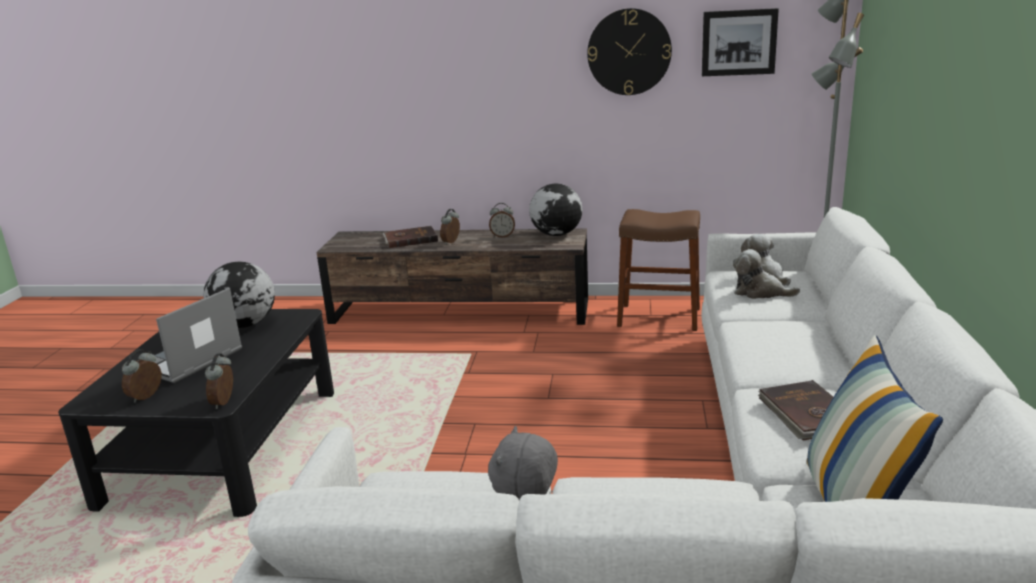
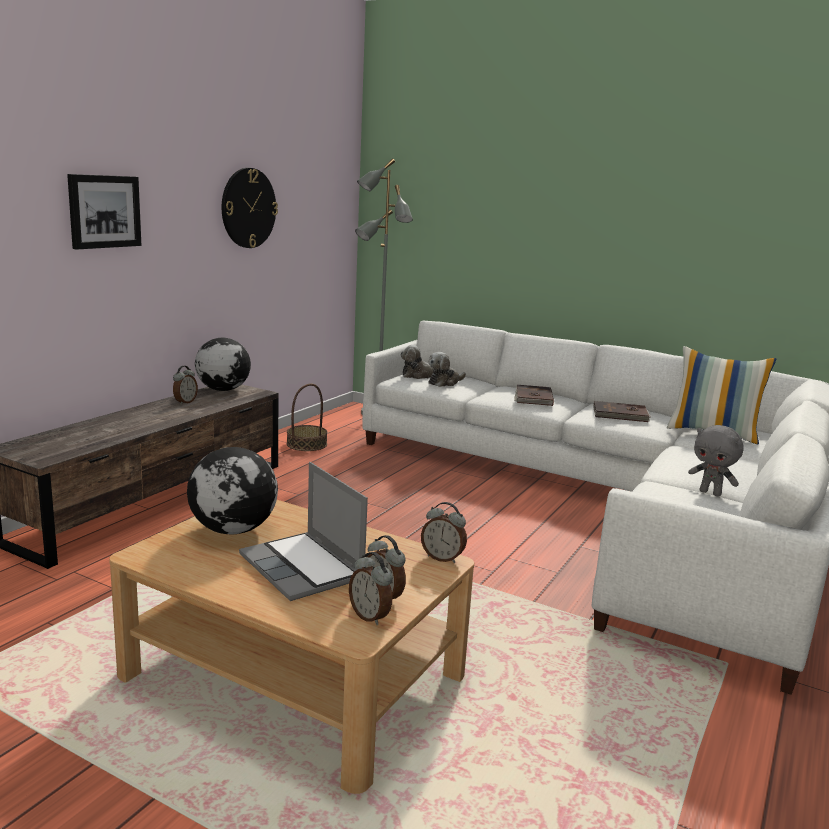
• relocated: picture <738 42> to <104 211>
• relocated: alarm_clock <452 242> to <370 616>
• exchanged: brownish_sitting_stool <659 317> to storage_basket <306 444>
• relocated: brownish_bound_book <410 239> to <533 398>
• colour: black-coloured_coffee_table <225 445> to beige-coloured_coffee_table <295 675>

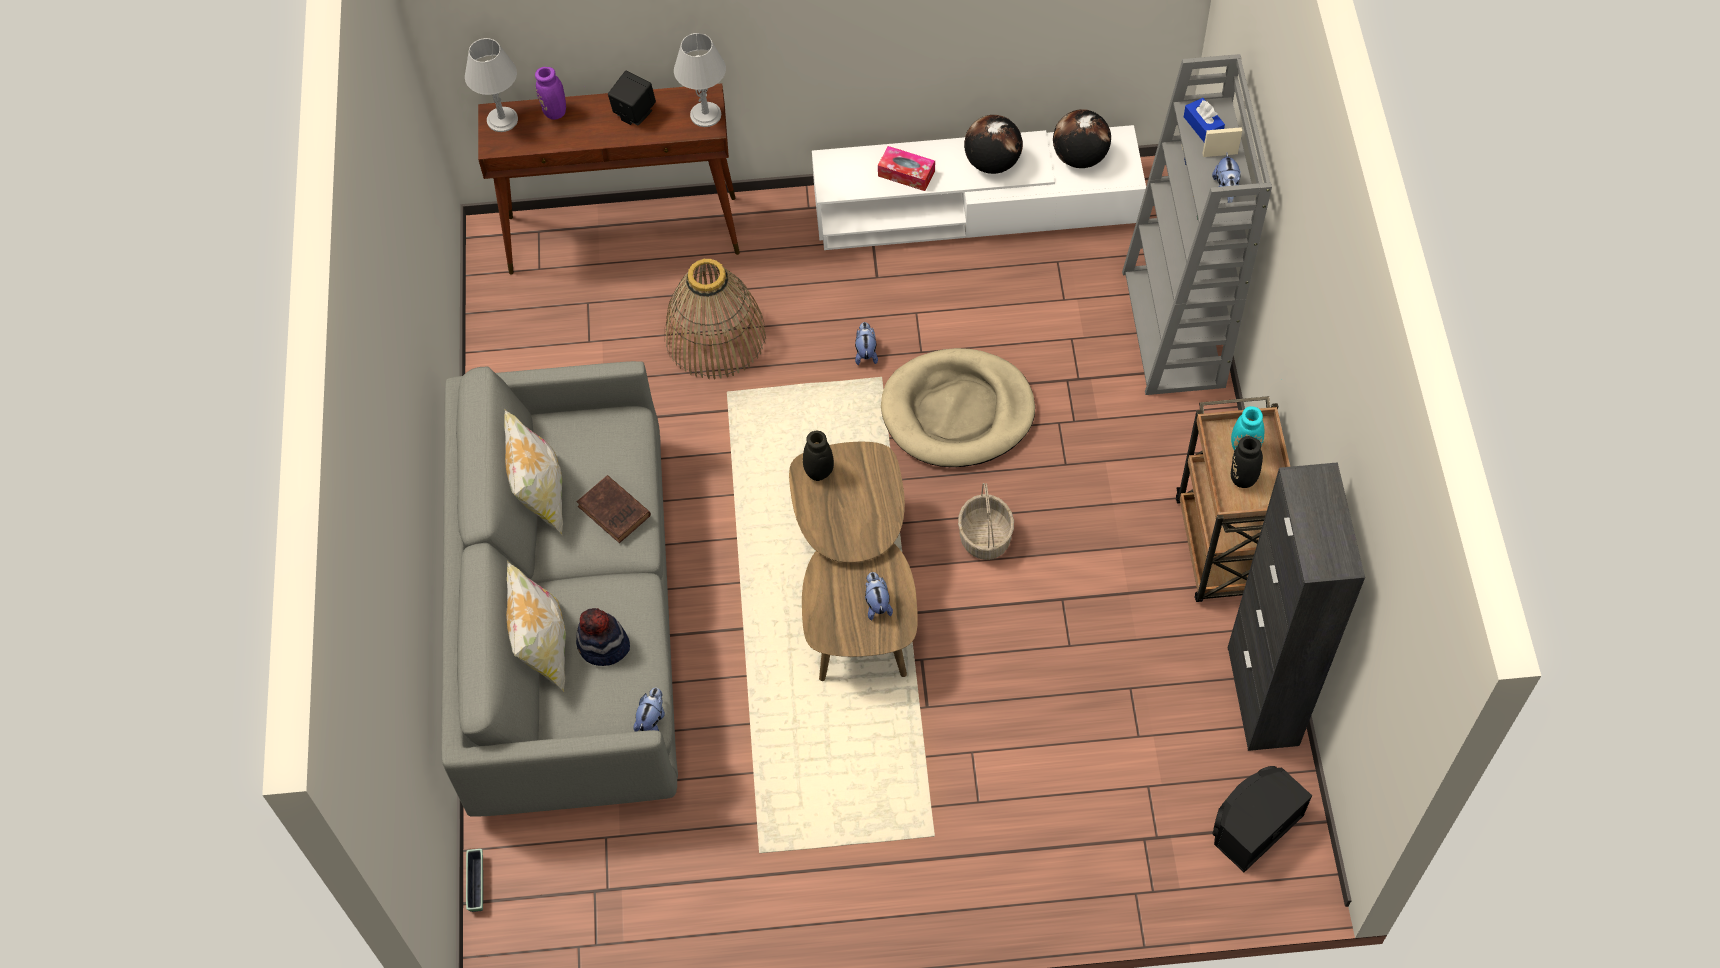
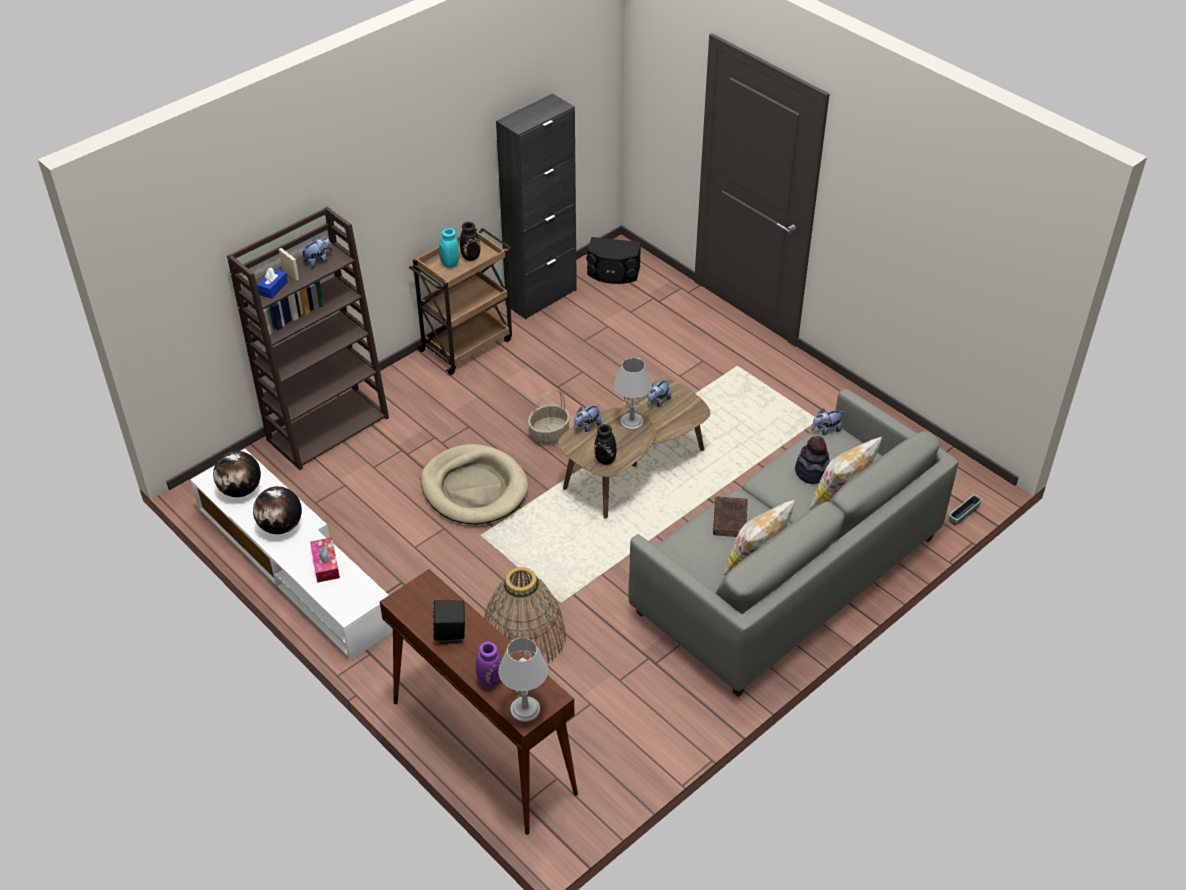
• relocated: gray_lamp_for_a_table <706 115> to <632 421>
• colour: gray_bookshelf <1175 330> to brownish_bookshelf <328 427>
• relocated: soft_toy <866 352> to <587 426>

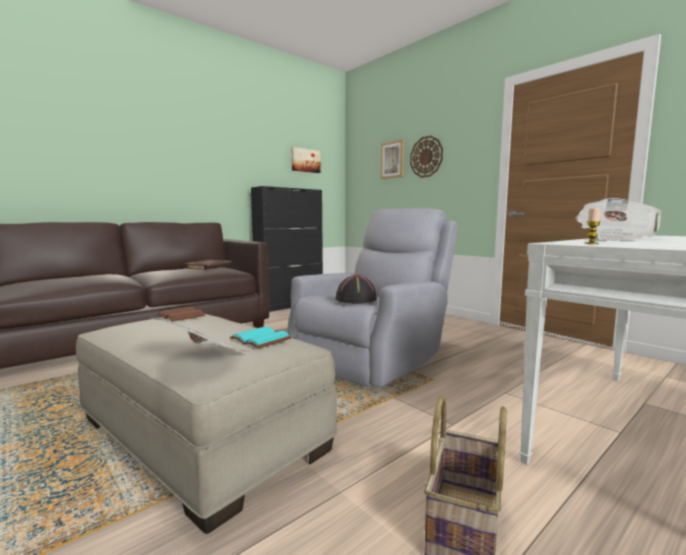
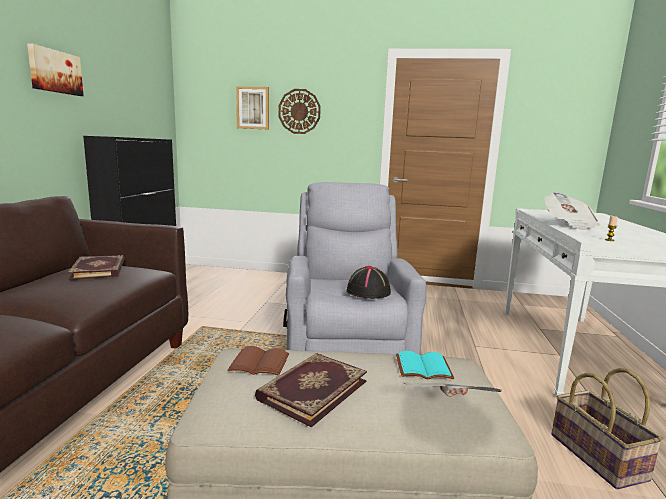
• relocated: picture <305 160> to <55 71>
• appeared: bound_book <312 389>

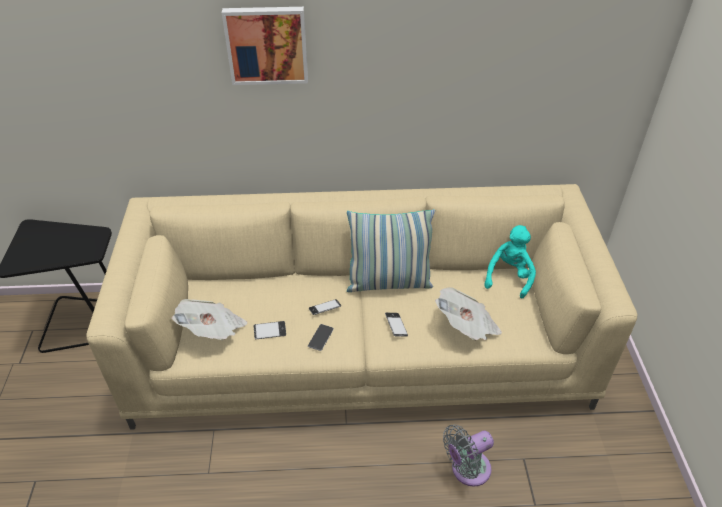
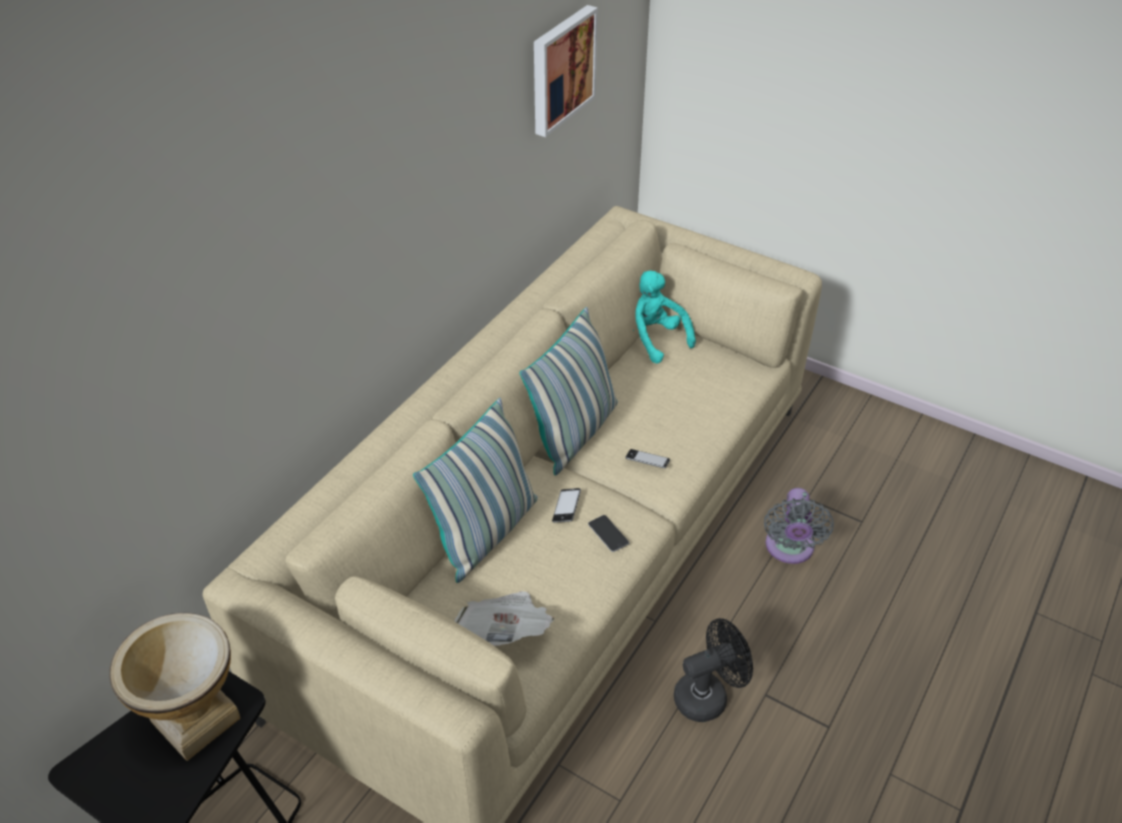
• relocated: picture <267 44> to <561 69>
• missing: printed_paper <467 326>
• missing: telephone <270 332>
• appeared: pillow <485 533>
• appeared: flower_vase <196 719>
• appeared: black-coloured_fan <708 695>

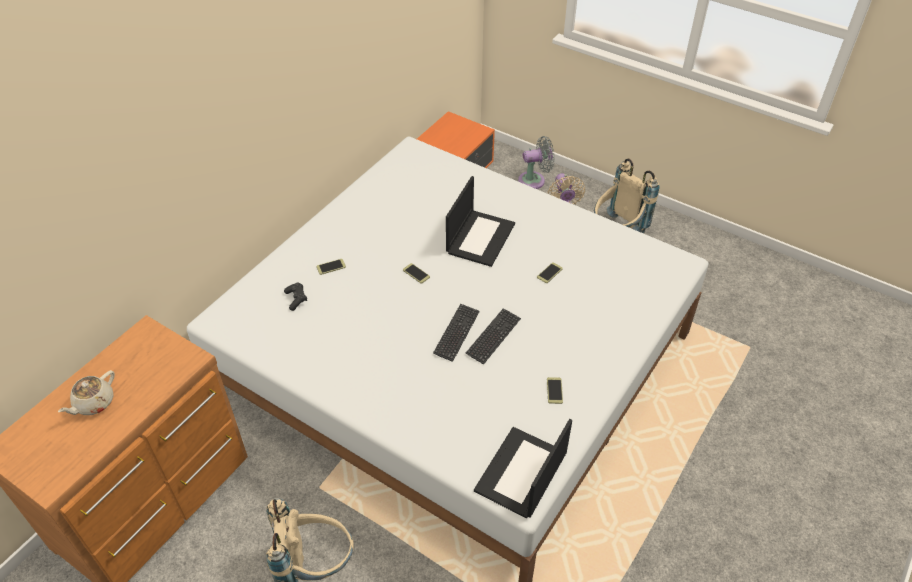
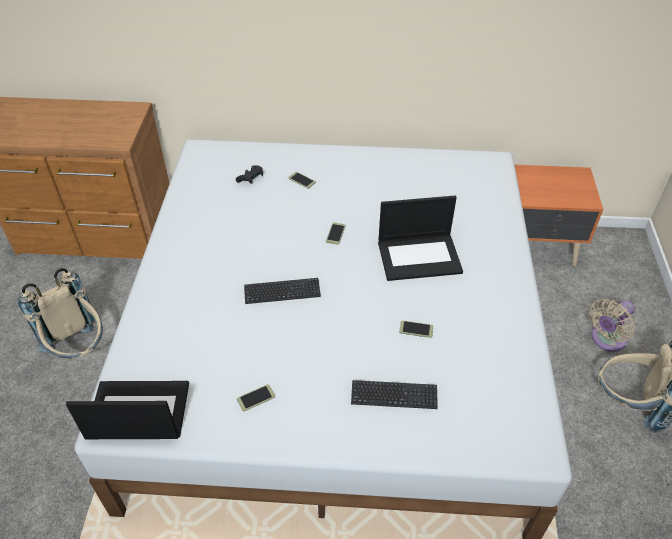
• missing: gray_fan <534 180>
• relocated: PC_keyboard <493 337> to <394 396>
• missing: beige-coloured_teapot <94 403>

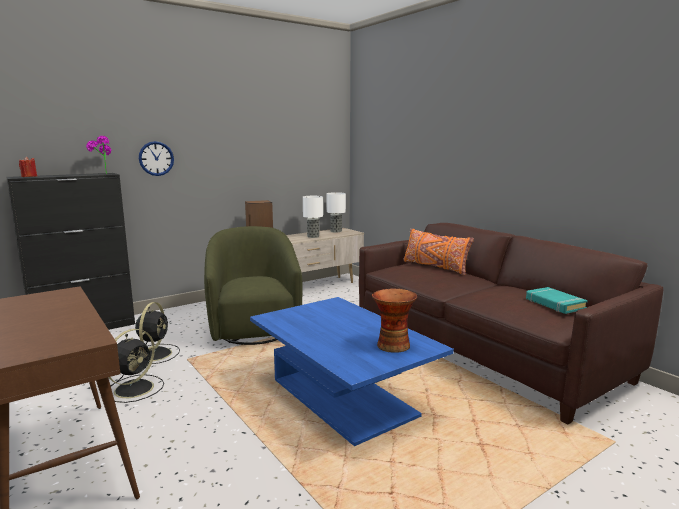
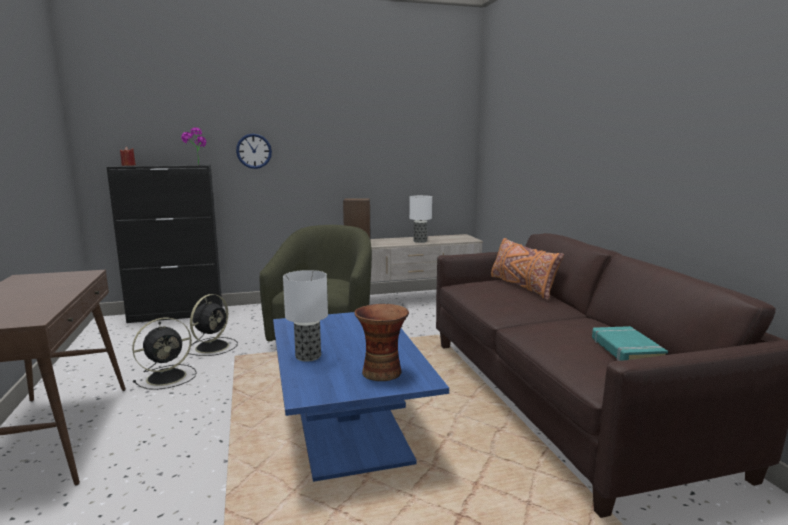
• relocated: lamp_for_a_table <335 231> to <307 356>

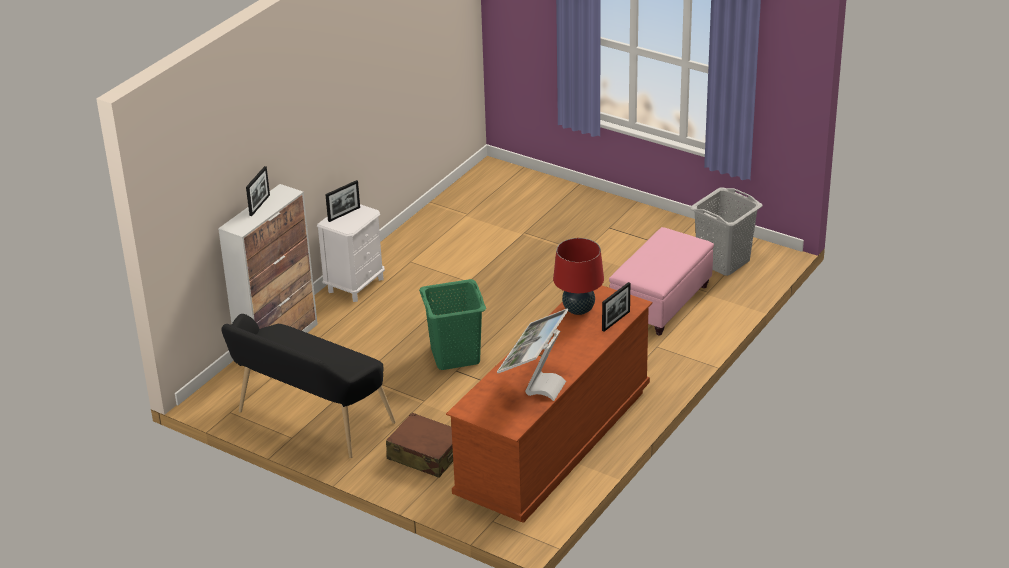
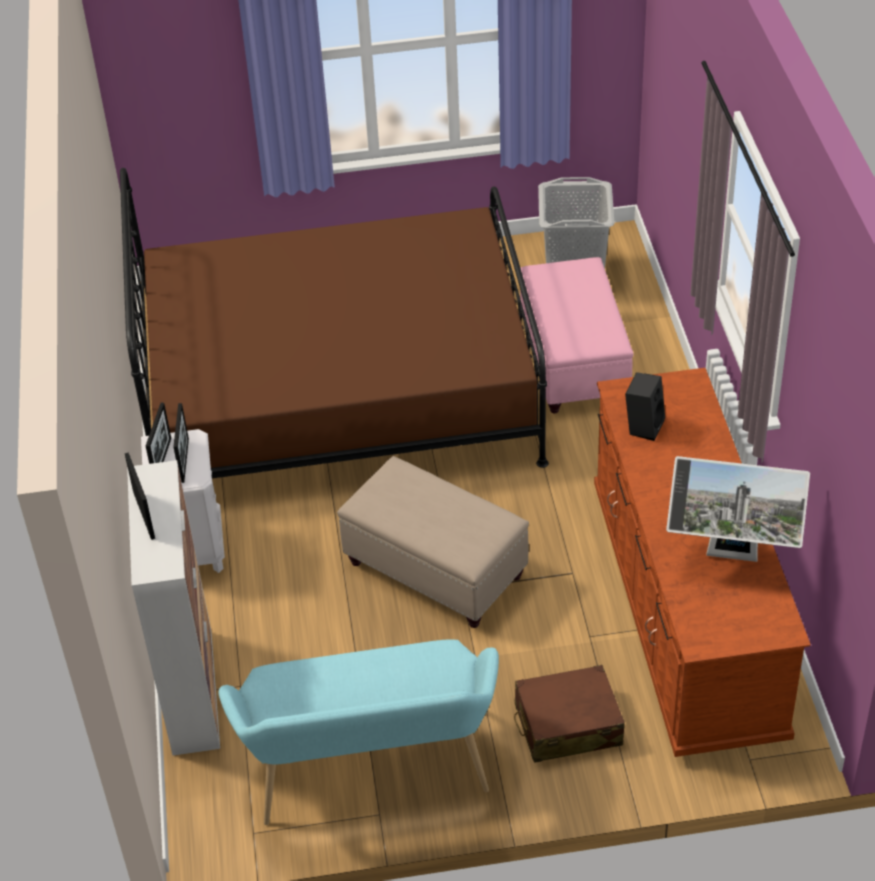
• exchanged: red_lamp_for_a_table <578 310> to black-coloured_speaker <643 426>
• exchanged: green_hamper <455 355> to beige-coloured_pouffe <434 569>
• relocated: photo_frame <616 321> to <184 460>
• spun: computer_screen <535 385> = <732 556> 60 degrees counterclockwise
• colour: black-coloured_indoor_bench <309 420> to turquoise-coloured_indoor_bench <371 774>
• appeared: brownish_sleeping_bed <340 393>

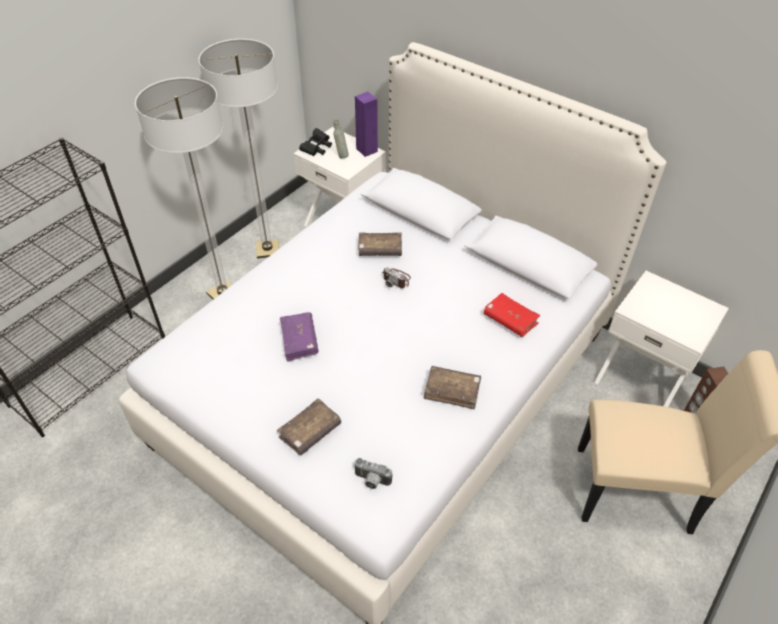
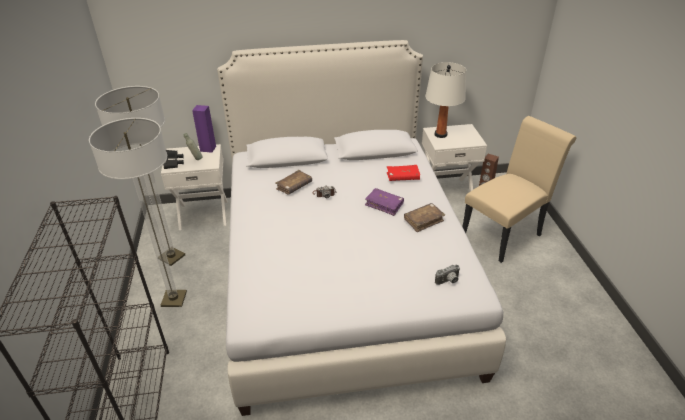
• relocated: purple_bound_book <299 340> to <384 205>
• missing: brownish_bound_book <310 431>
• appeared: white_lamp_for_a_table <440 134>

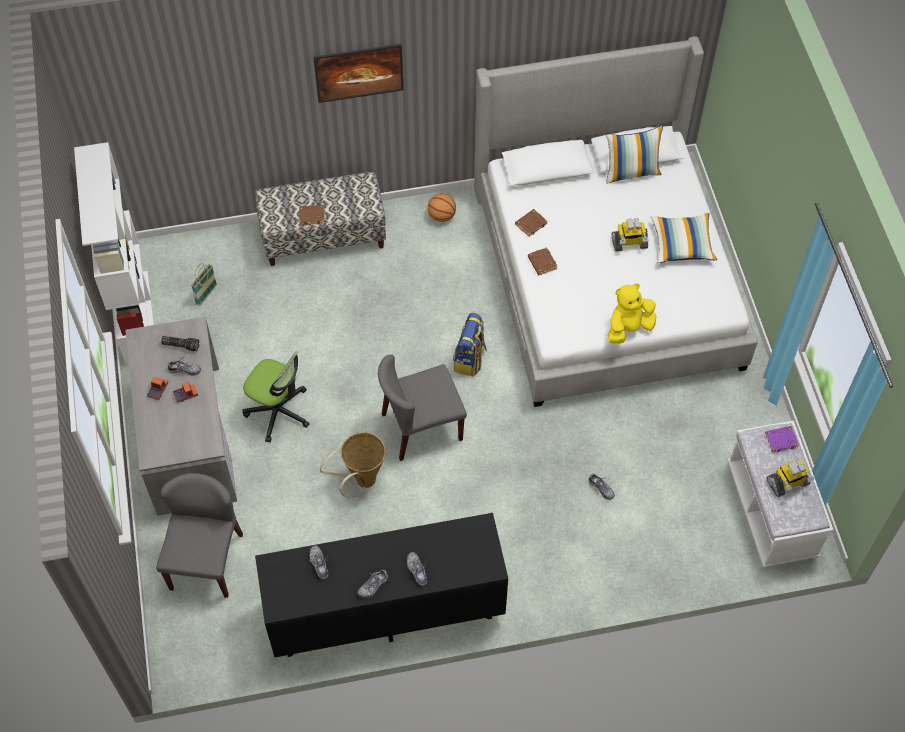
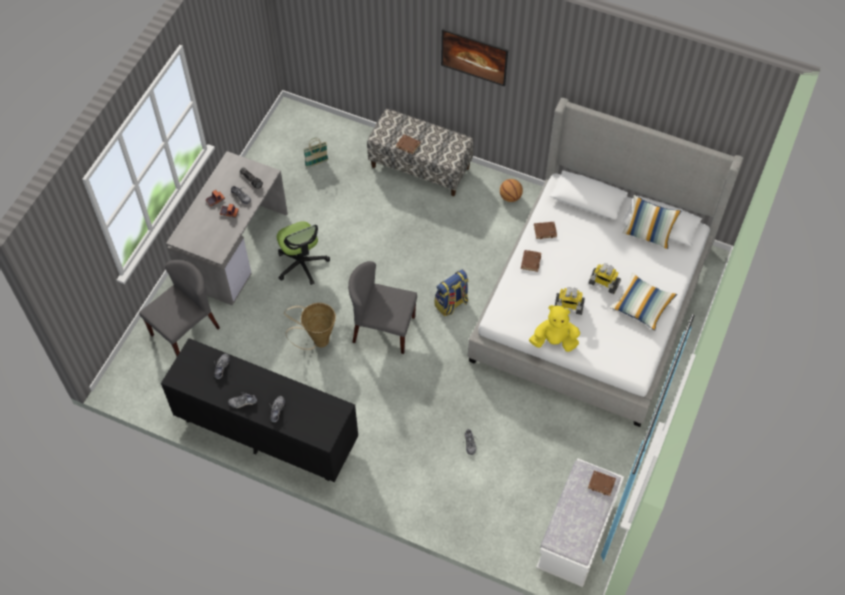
• missing: white_bookshelf <136 318>
• colour: purple_bound_book <781 440> to brownish_bound_book <602 483>
• relocated: model_robot <787 483> to <568 306>

